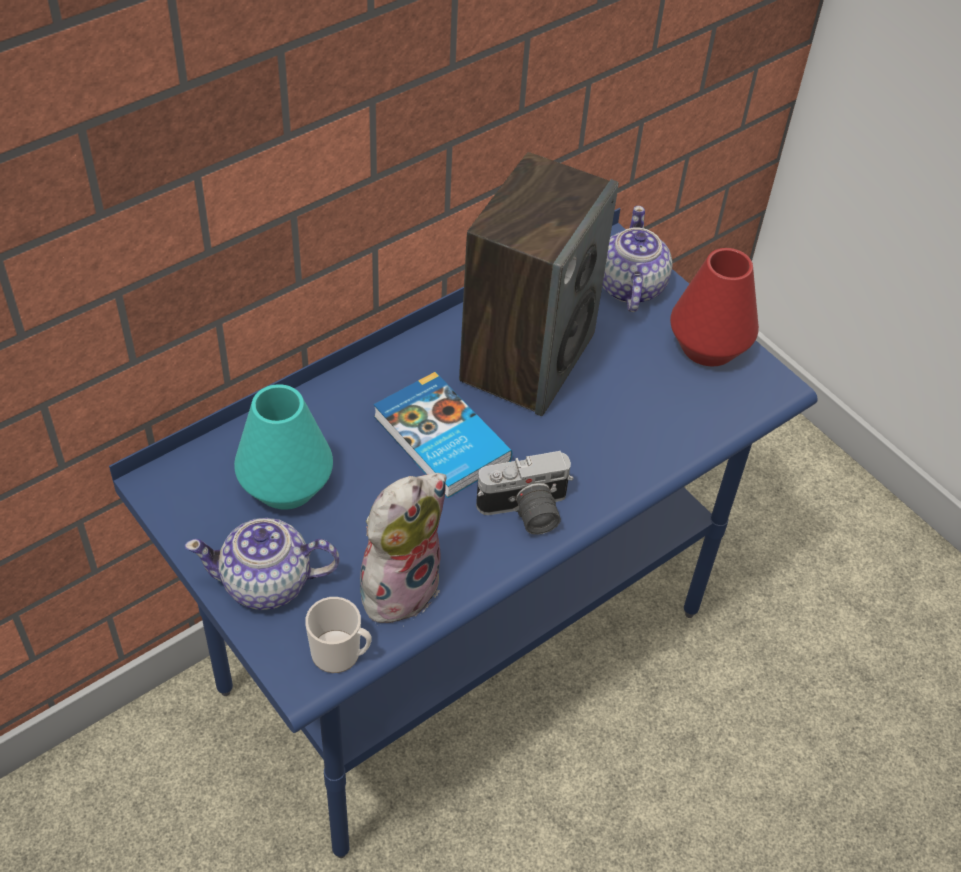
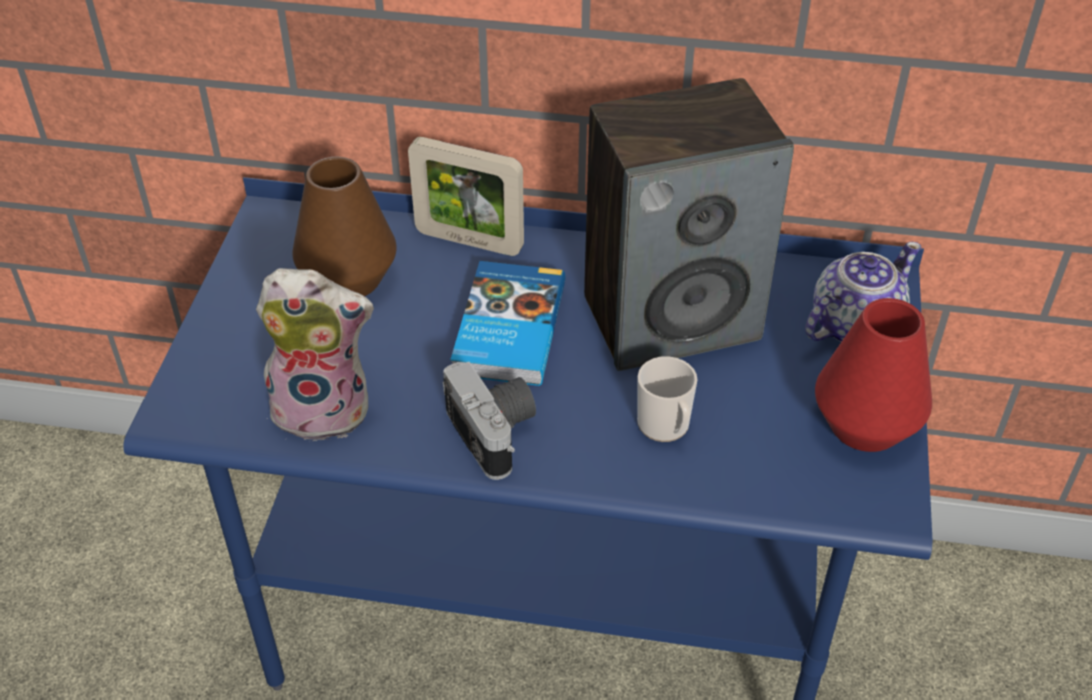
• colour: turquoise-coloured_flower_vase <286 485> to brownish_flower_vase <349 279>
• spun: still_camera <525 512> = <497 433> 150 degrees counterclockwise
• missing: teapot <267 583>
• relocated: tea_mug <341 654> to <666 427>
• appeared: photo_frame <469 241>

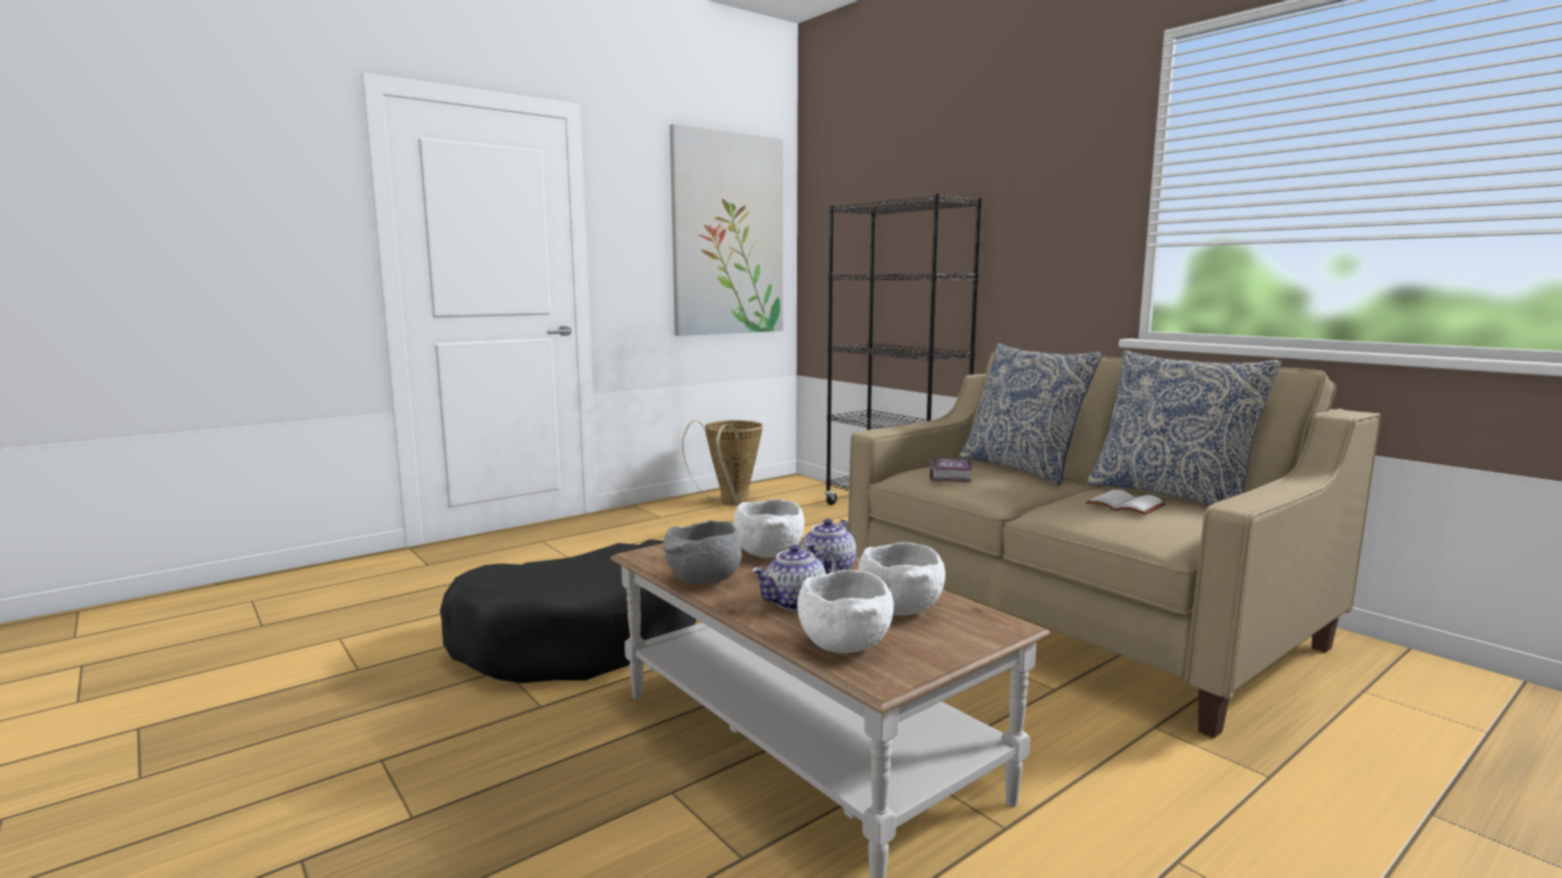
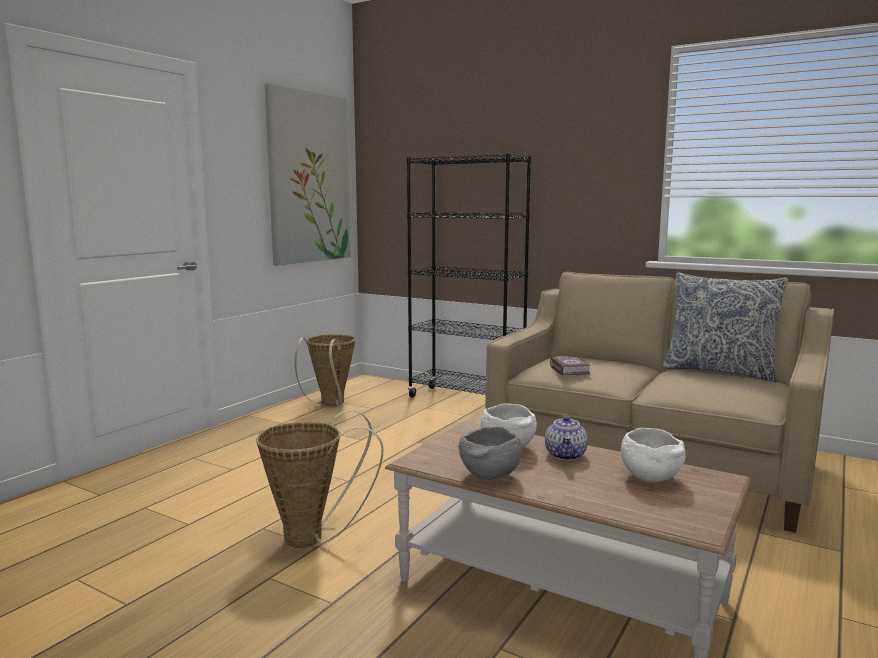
• missing: pillow <1022 468>
• missing: white_bound_book <1127 505>
• exchanged: black-coloured_dog_bed <584 637> to storage_basket <313 538>
• missing: teapot <795 603>
• missing: white_bowl <843 646>

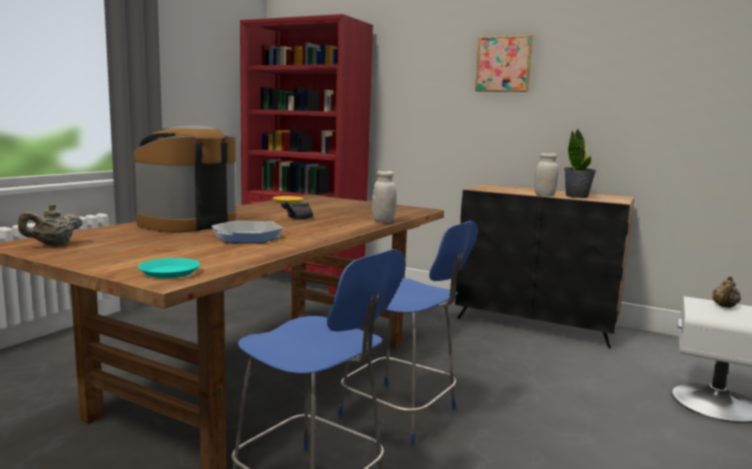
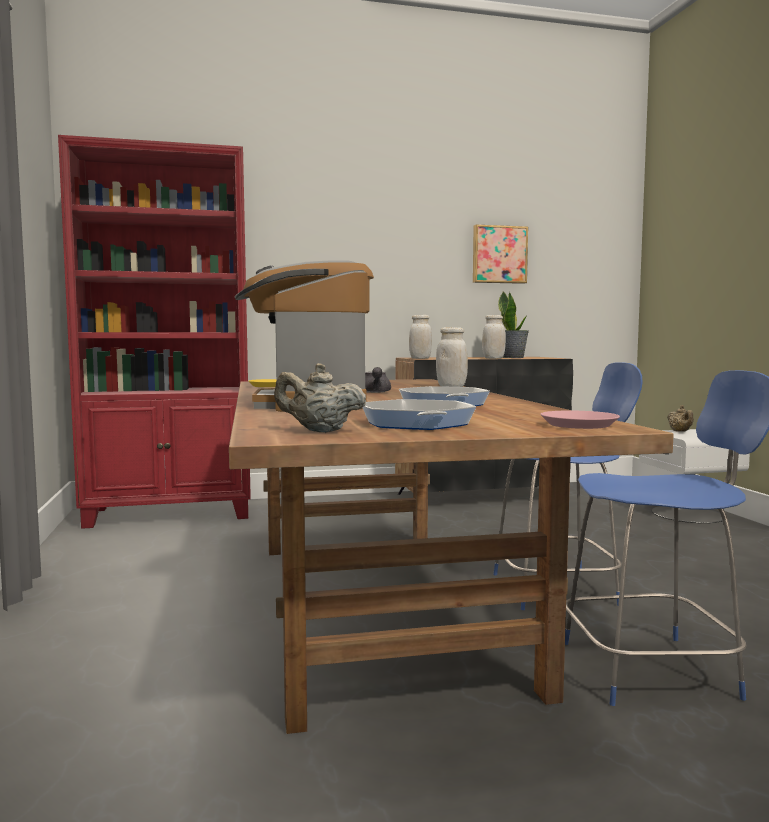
• relocated: picture <504 64> to <499 255>
• spun: beige-coloured_teapot <53 245> = <319 431> 105 degrees clockwise
• colour: turquoise-coloured_plate <170 272> to pinkish_plate <579 425>
• appeared: white_jar <420 358>
• appeared: skillet <416 423>

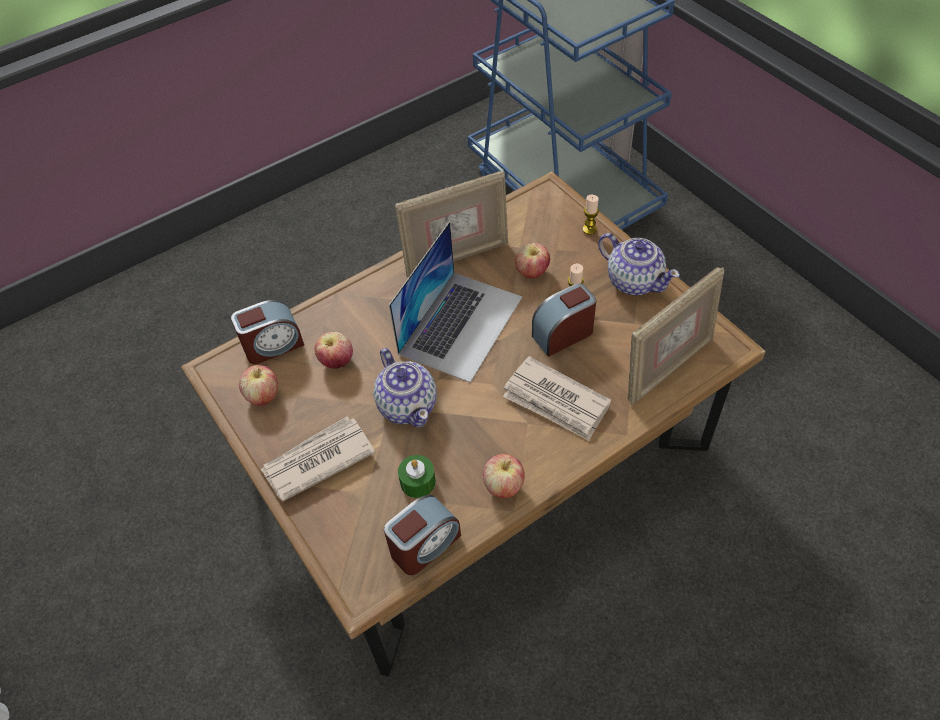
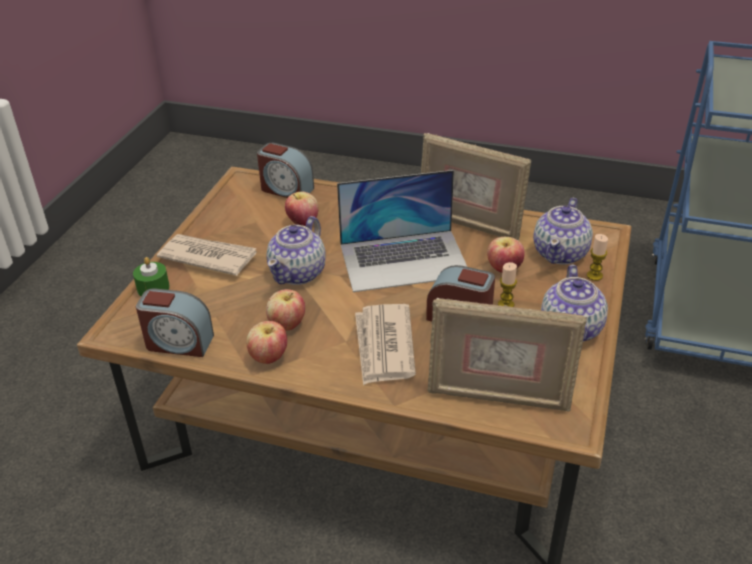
• relocated: apple <263 396> to <287 325>
• relocated: green_wax_candle <418 482> to <153 288>
• appeared: teapot <561 253>

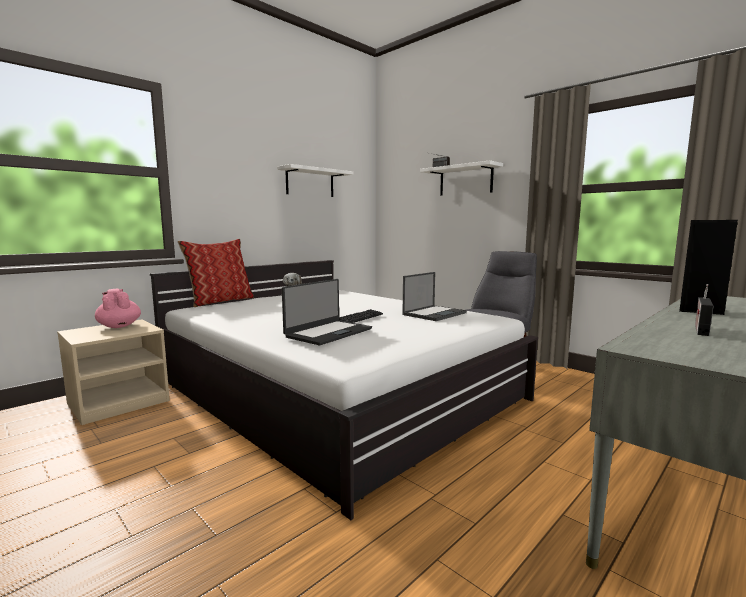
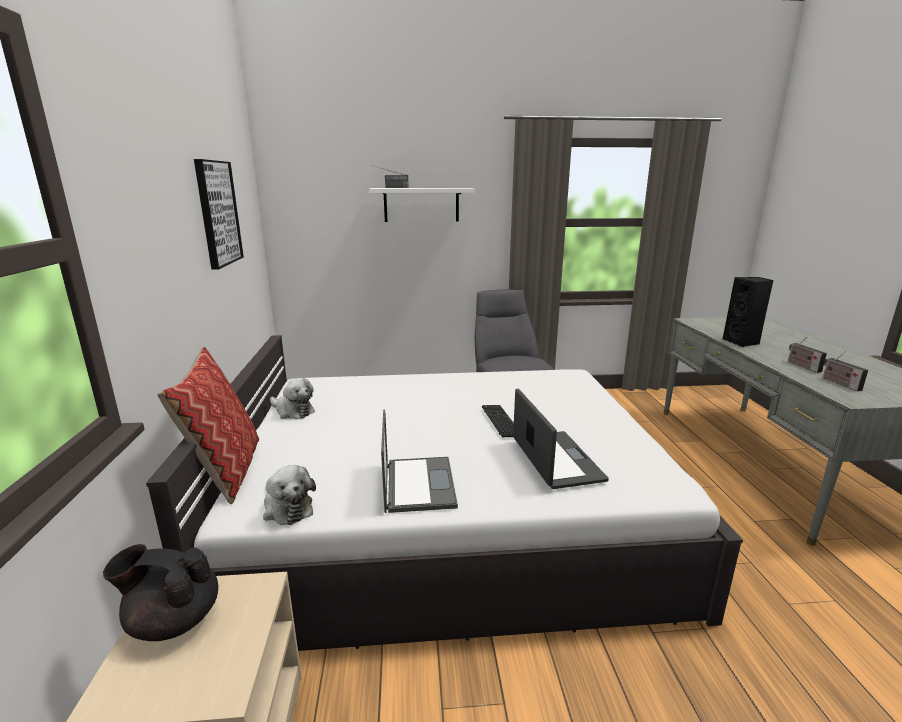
• exchanged: white_bracket_shelf <310 182> to picture <217 213>
• relocated: portable_computer <434 313> to <418 483>
• colour: pinkish_teapot <119 326> to black-coloured_teapot <174 620>
• appeared: radio_set <839 383>
• appeared: soft_toy <287 507>

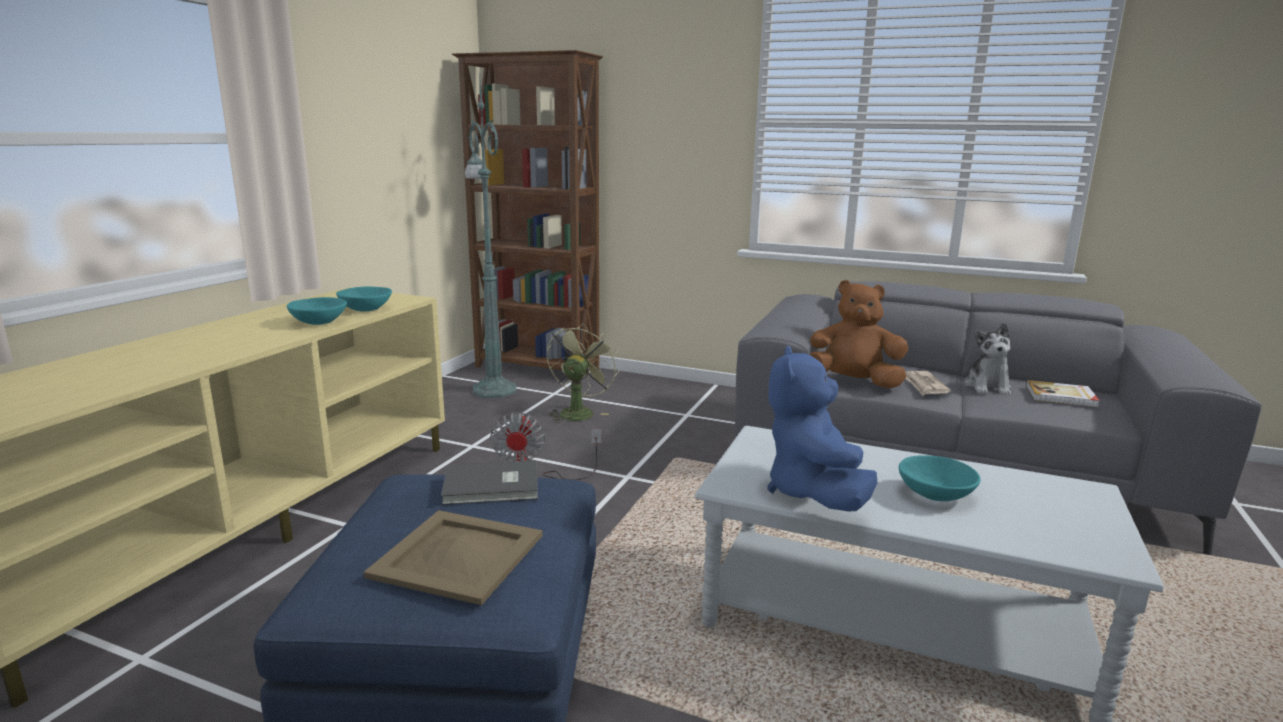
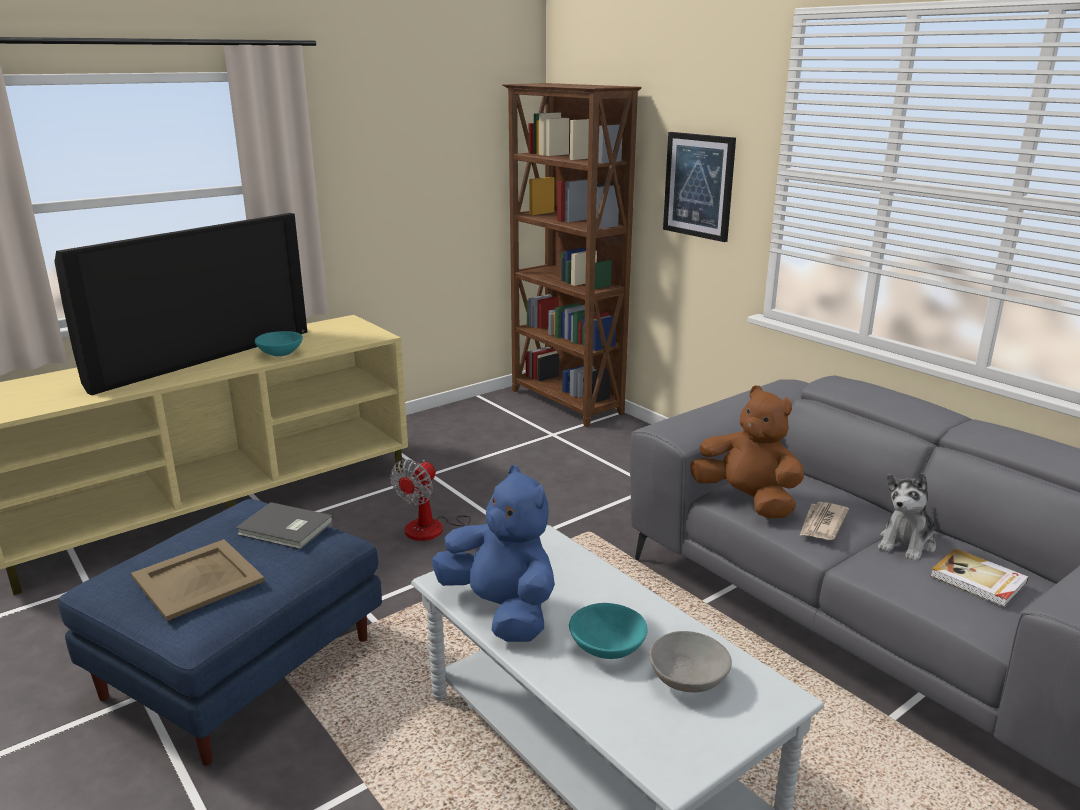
• missing: green_floor_lamp <494 389>
• missing: turquoise-coloured_bowl <366 309>
• missing: green_fan <578 412>
• spun: bluish_soft_toy <813 493> = <502 610> 105 degrees clockwise
• appeared: picture <699 185>
• appeared: TV <203 357>
• appeared: gray_bowl <687 679>

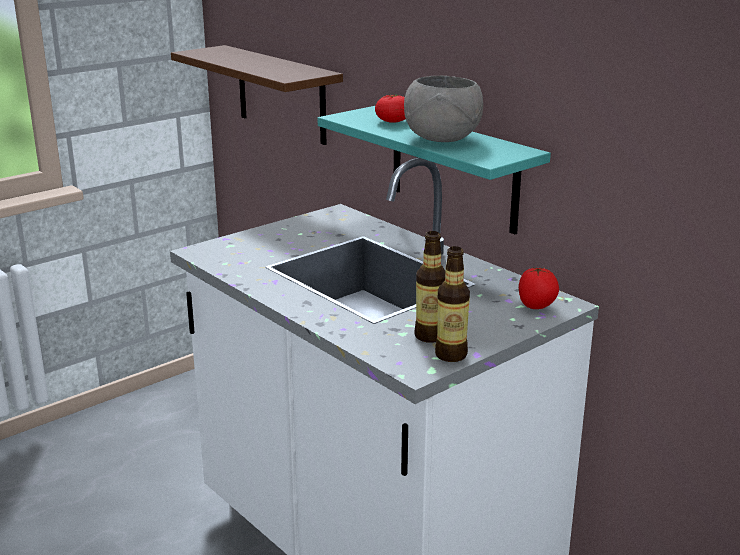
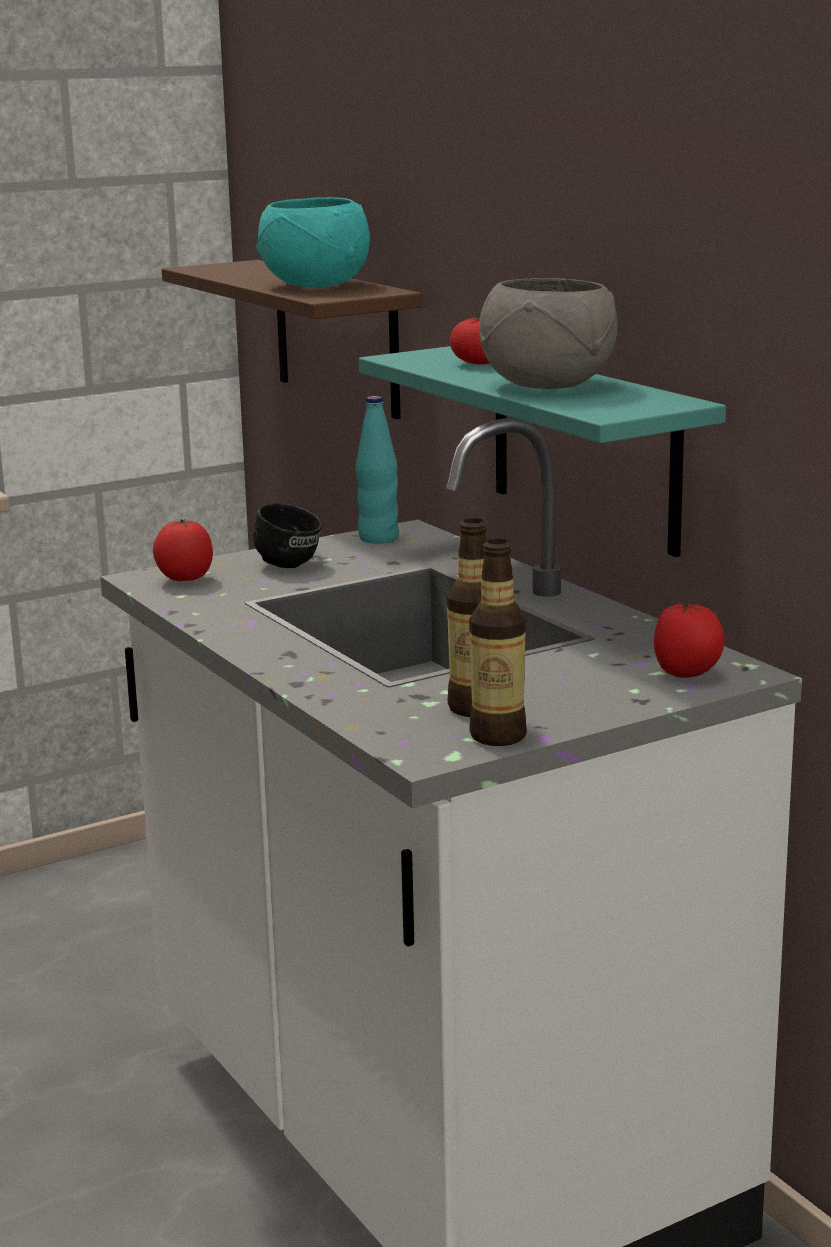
• appeared: turquoise-coloured_bowl <314 285>
• appeared: turquoise-coloured_drink_bottle <378 538>
• appeared: black-coloured_tea_mug <295 562>
• appeared: whole_tomato <184 579>

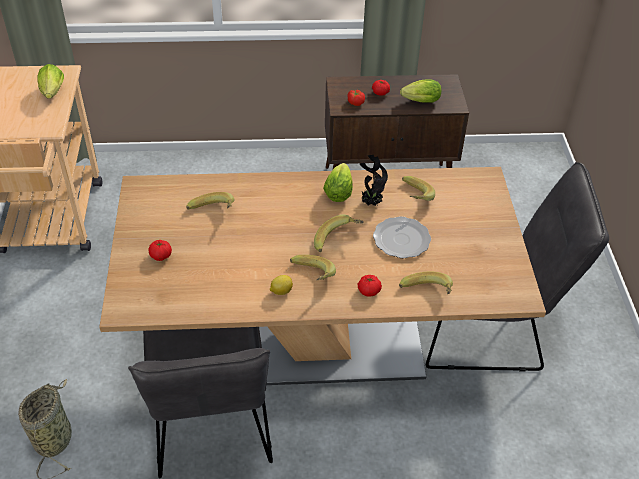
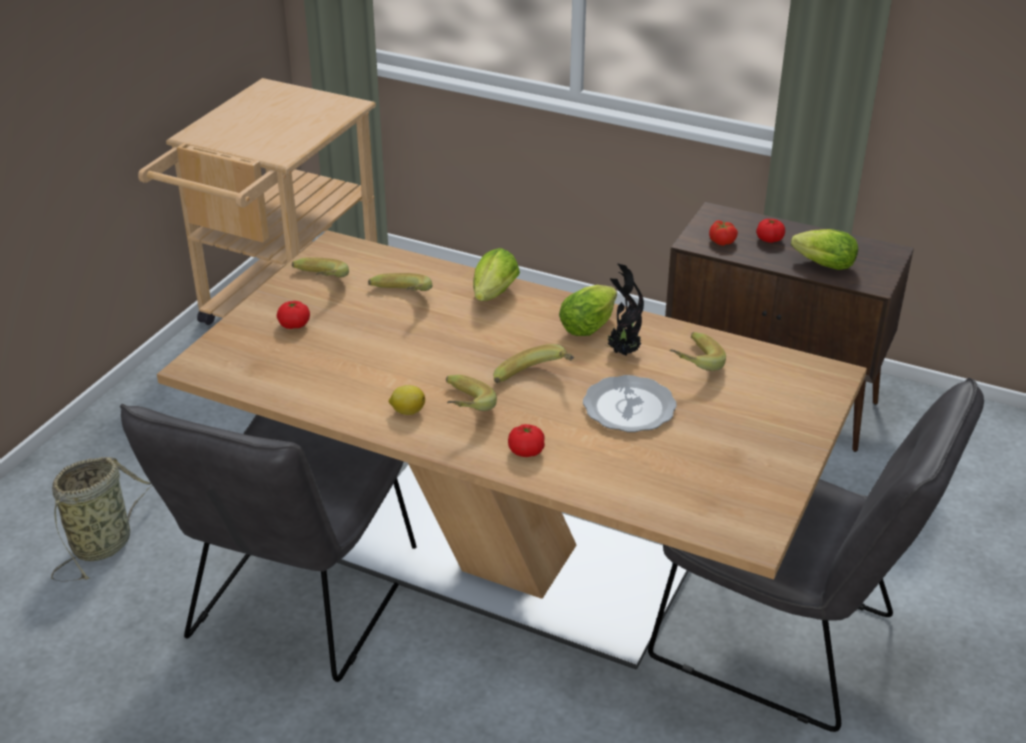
• relocated: head_of_lettuce <52 94> to <492 296>
• relocated: banana_fruit <427 294> to <317 284>

